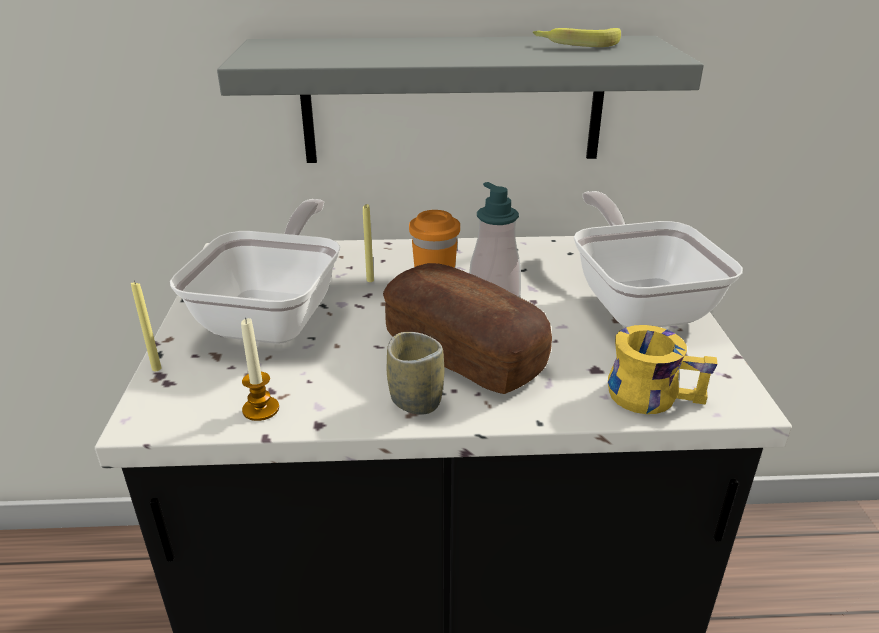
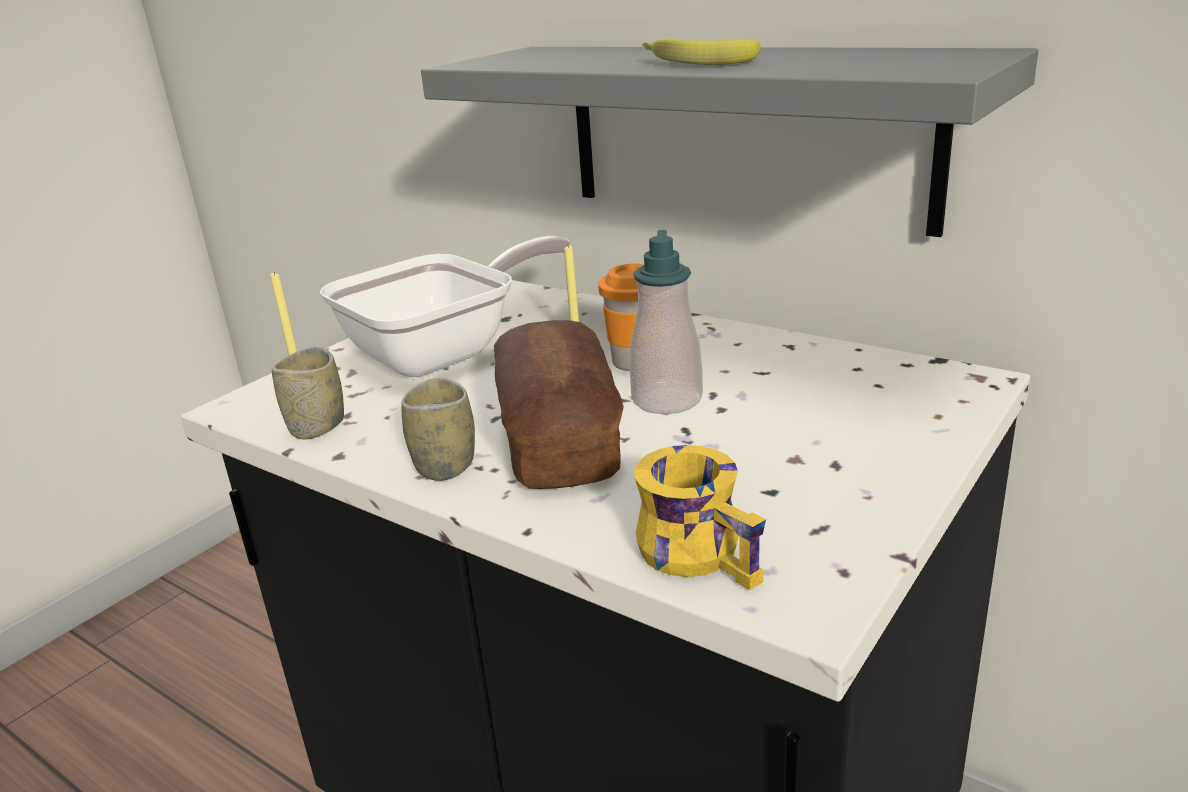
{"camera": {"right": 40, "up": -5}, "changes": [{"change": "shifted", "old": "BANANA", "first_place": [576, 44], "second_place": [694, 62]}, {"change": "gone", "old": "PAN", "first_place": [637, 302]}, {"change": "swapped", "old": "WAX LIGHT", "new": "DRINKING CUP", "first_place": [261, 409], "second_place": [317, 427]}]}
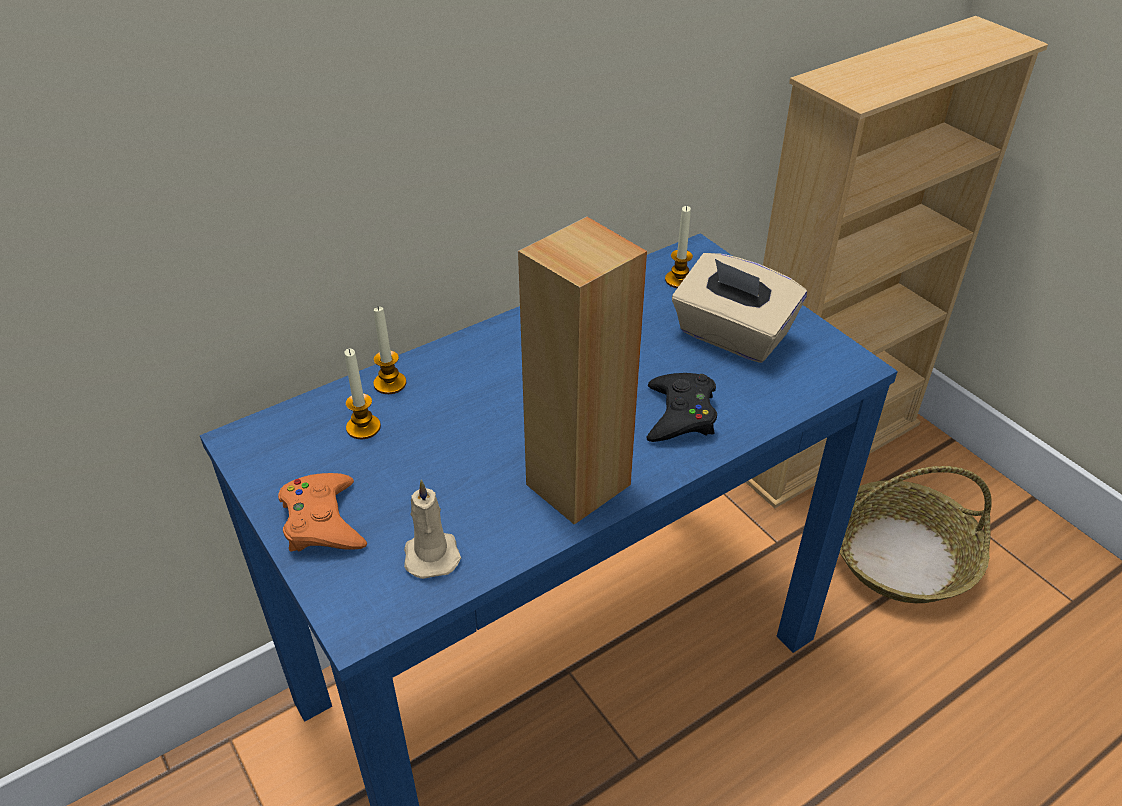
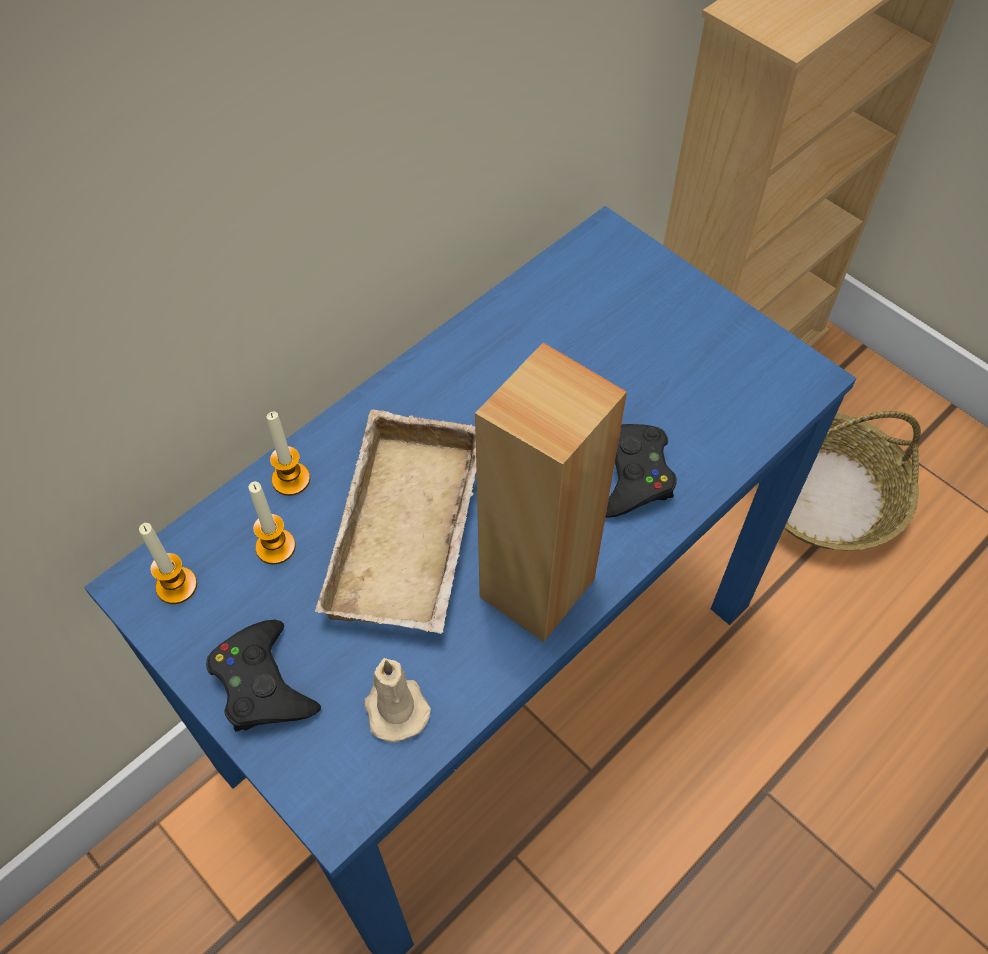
{"camera": {"right": -10, "up": 15}, "changes": [{"change": "shifted", "old": "WAX LIGHT", "first_place": [679, 280], "second_place": [176, 586]}, {"change": "gone", "old": "BEIGE-COLOURED TISSUE BOX", "first_place": [732, 335]}, {"change": "repainted", "old": "ORANGEY GAMEPAD", "new": "BLACK-COLOURED GAMEPAD", "first_place": [323, 521], "second_place": [262, 684]}, {"change": "new", "new": "BEIGE-COLOURED TRAY", "second_place": [412, 534]}]}
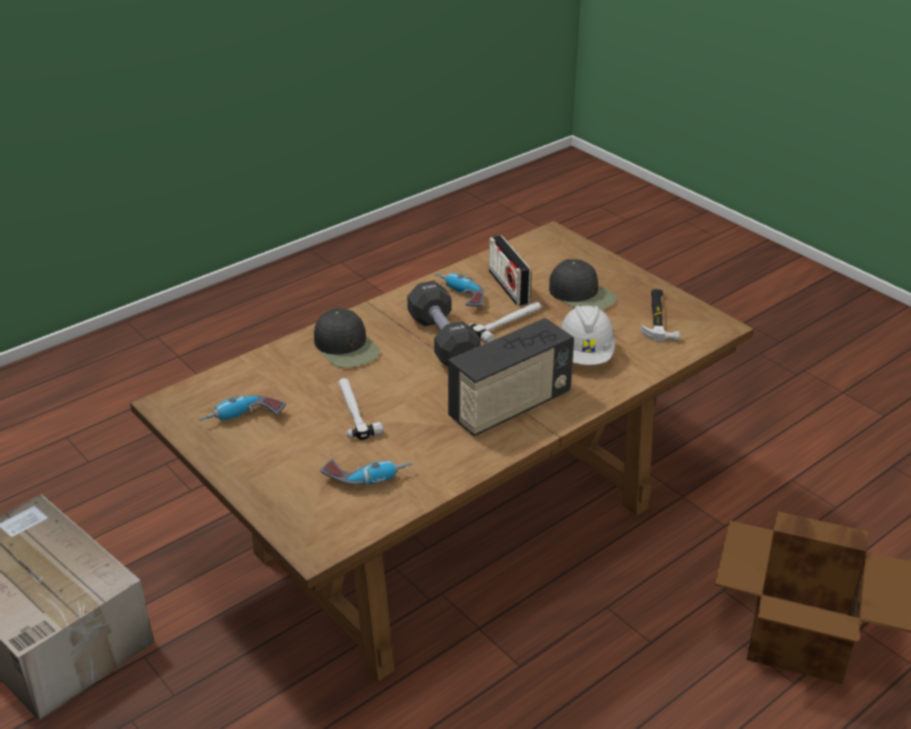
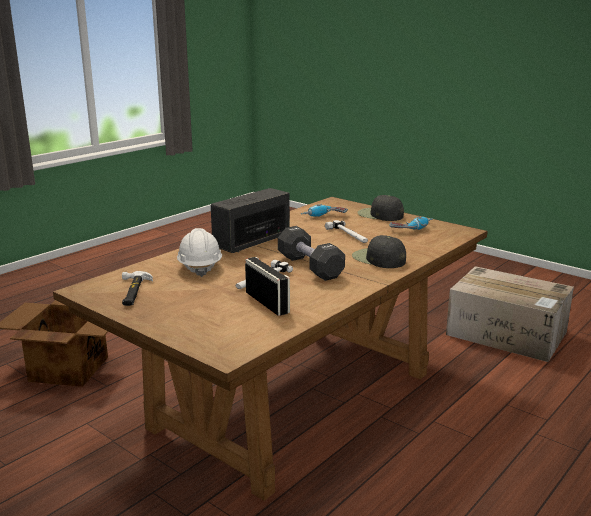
{"camera": {"right": 170, "up": -15}, "changes": [{"change": "shifted", "old": "BLACK-COLOURED PEAKED CAP", "first_place": [582, 295], "second_place": [379, 215]}, {"change": "gone", "old": "POWER DRILL", "first_place": [459, 296]}]}
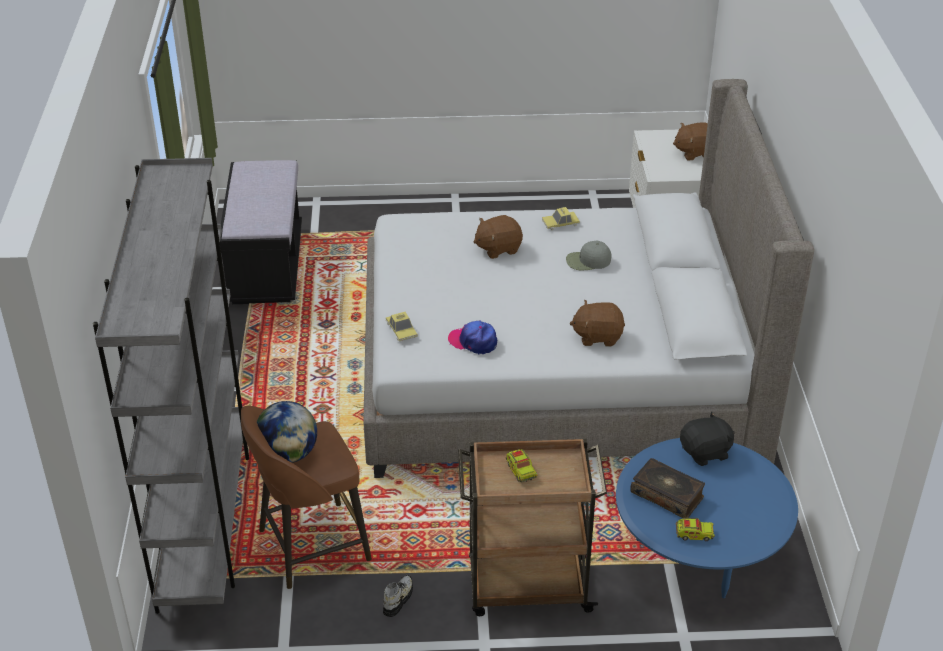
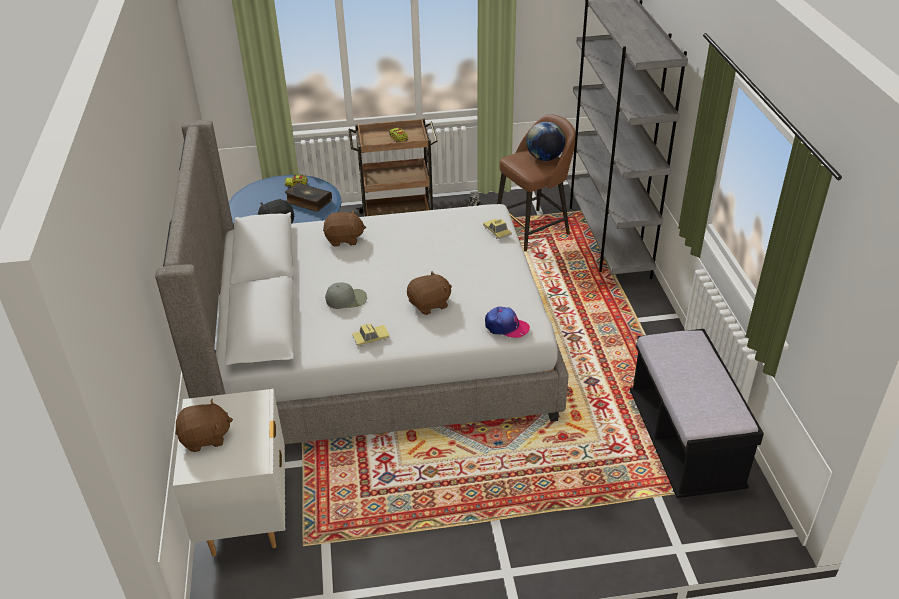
{"camera": {"right": 175, "up": 0}, "changes": [{"change": "shifted", "old": "PEAKED CAP", "first_place": [473, 341], "second_place": [506, 327]}]}
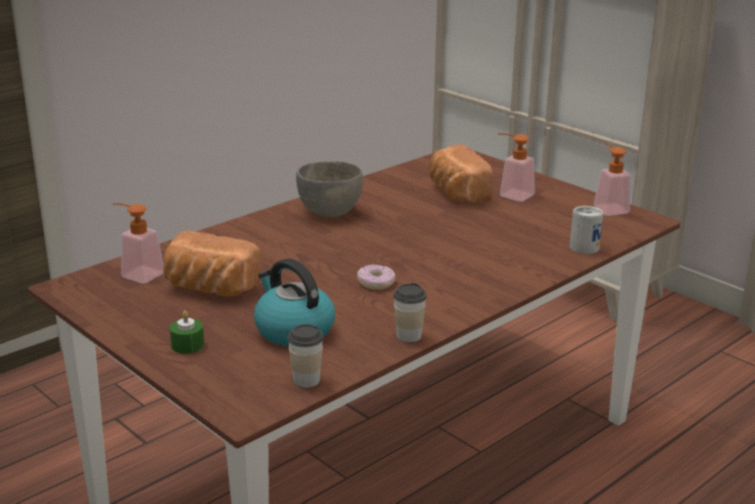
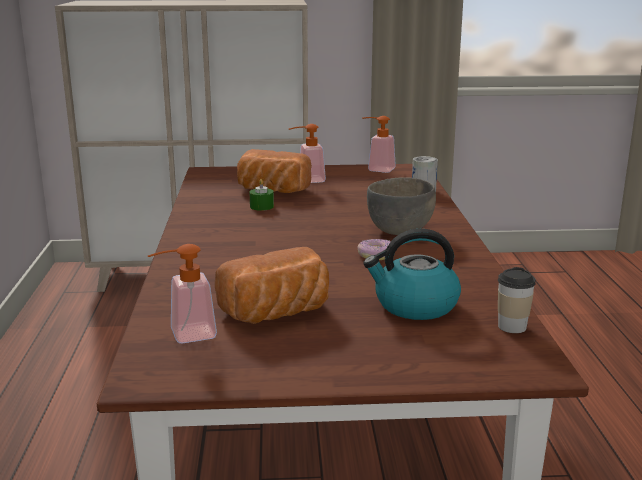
{"camera": {"right": -50, "up": -5}, "changes": [{"change": "shifted", "old": "GRAY DEEP DISH", "first_place": [330, 213], "second_place": [400, 231]}, {"change": "gone", "old": "DRINKING CUP", "first_place": [409, 336]}, {"change": "shifted", "old": "GREEN WAX LIGHT", "first_place": [187, 345], "second_place": [261, 206]}]}
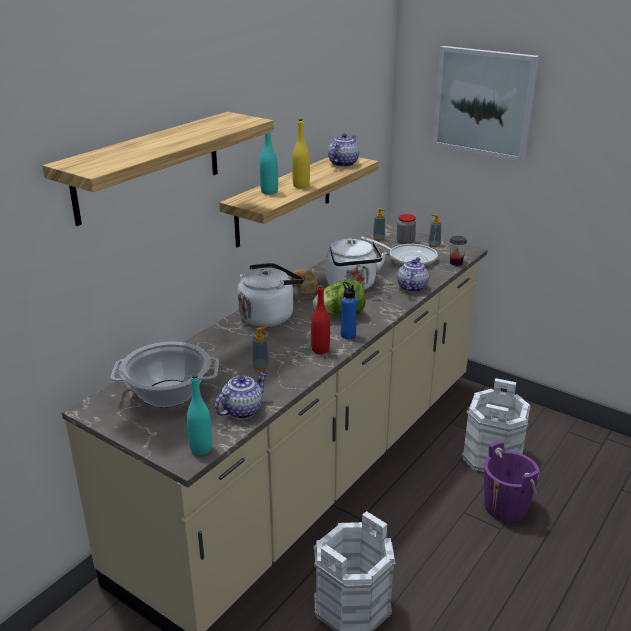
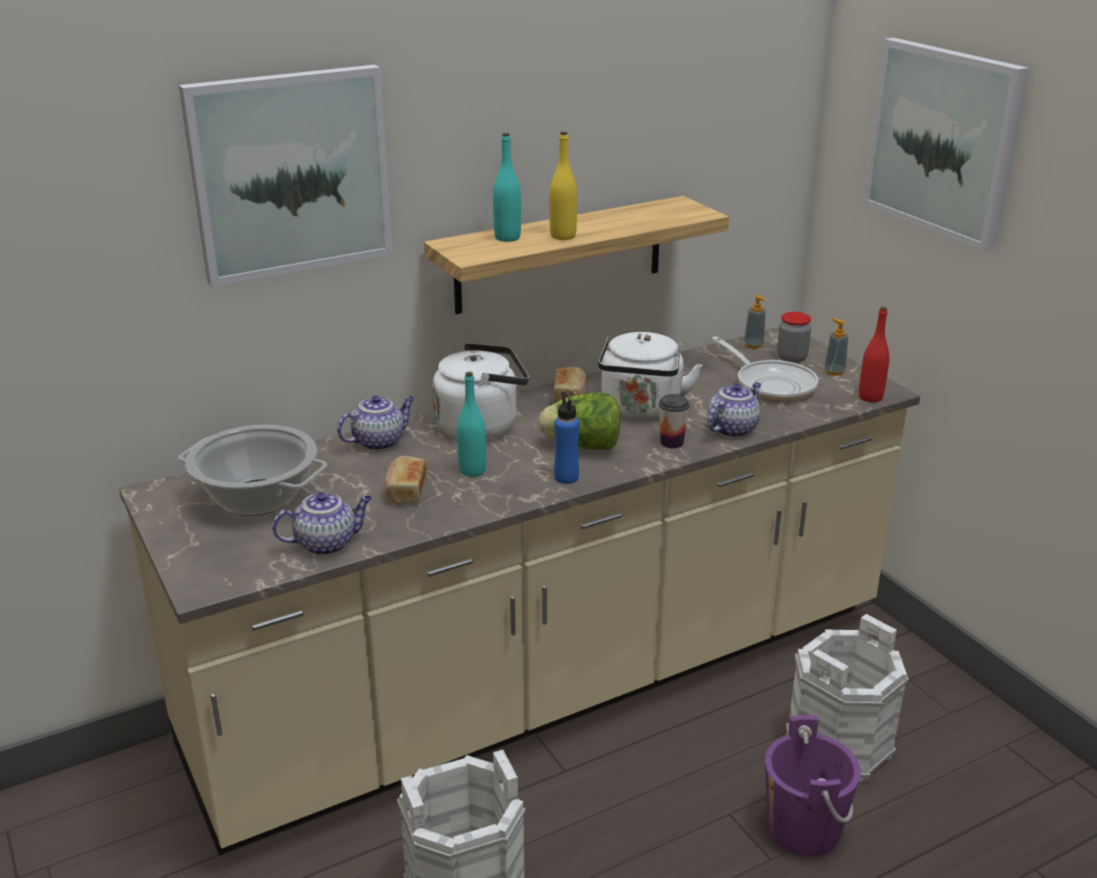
{"camera": {"right": 25, "up": 0}, "changes": [{"change": "swapped", "old": "WALL SHELF", "new": "PICTURE", "first_place": [148, 166], "second_place": [290, 173]}, {"change": "shifted", "old": "POT FOR TEA", "first_place": [343, 163], "second_place": [379, 441]}, {"change": "shifted", "old": "DRINKING CUP", "first_place": [456, 263], "second_place": [672, 442]}, {"change": "shifted", "old": "RED DRINK BOTTLE", "first_place": [320, 350], "second_place": [870, 397]}, {"change": "swapped", "old": "SOAP BOTTLE", "new": "BAKED BREAD", "first_place": [261, 366], "second_place": [405, 491]}, {"change": "shifted", "old": "TURQUOISE-COLOURED DRINK BOTTLE", "first_place": [201, 449], "second_place": [472, 471]}]}
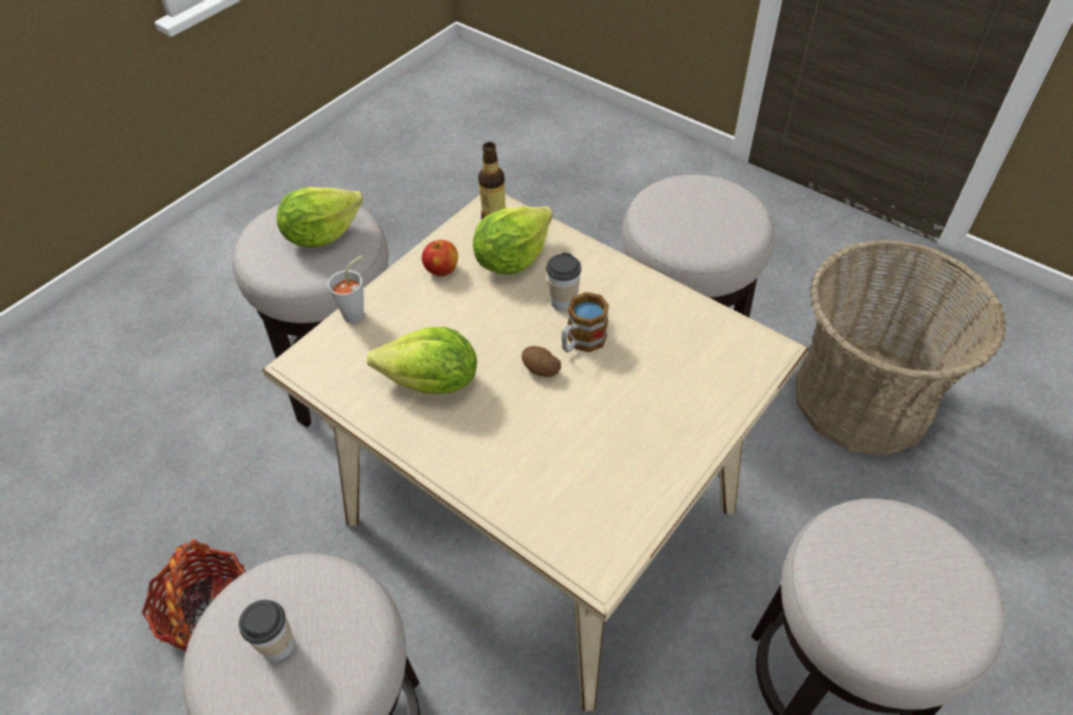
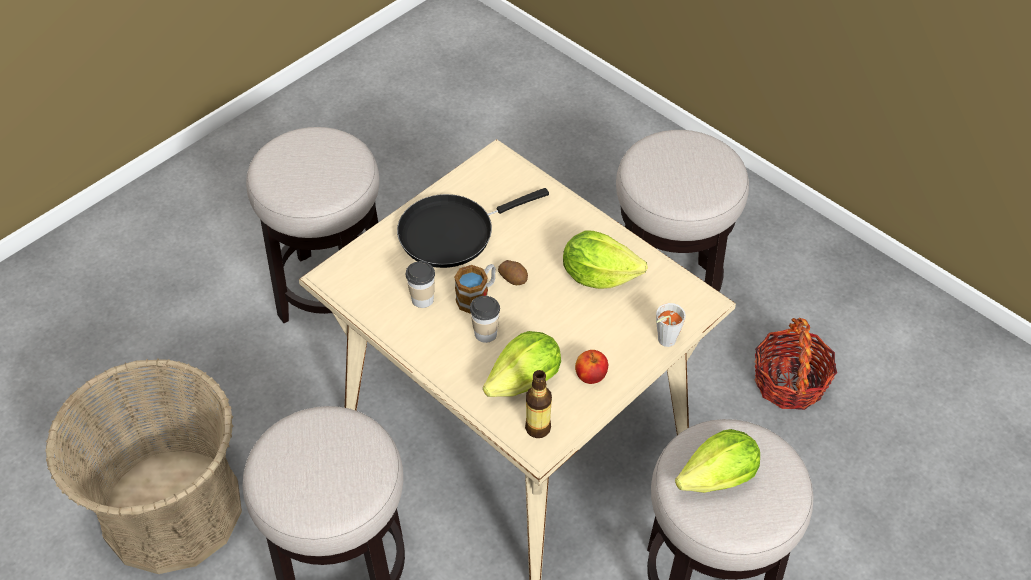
{"camera": {"right": -175, "up": 0}, "changes": [{"change": "shifted", "old": "DRINKING CUP", "first_place": [278, 645], "second_place": [422, 299]}, {"change": "new", "new": "BLACK-COLOURED PAN", "second_place": [452, 233]}]}
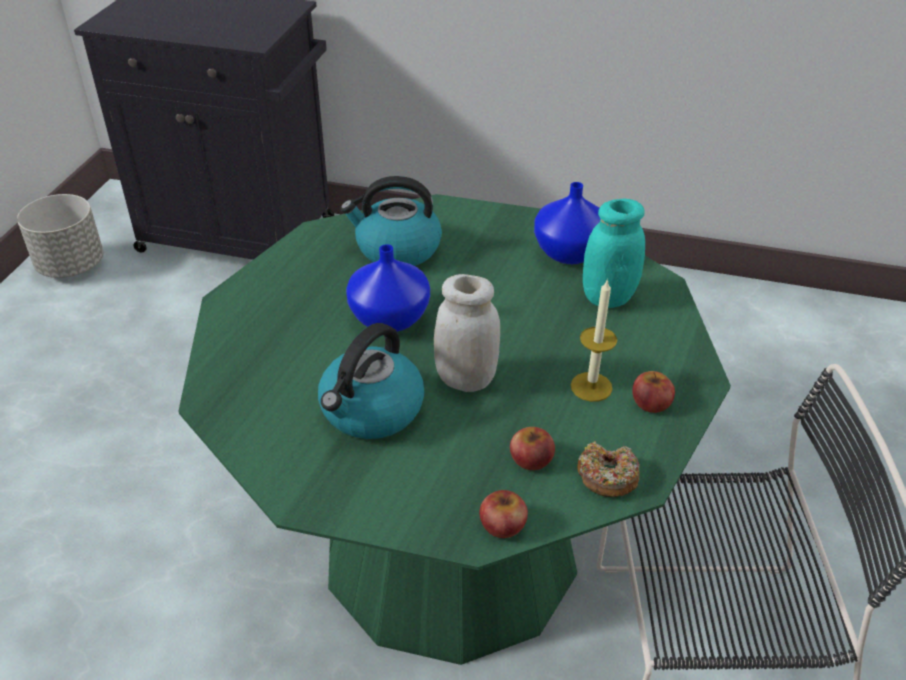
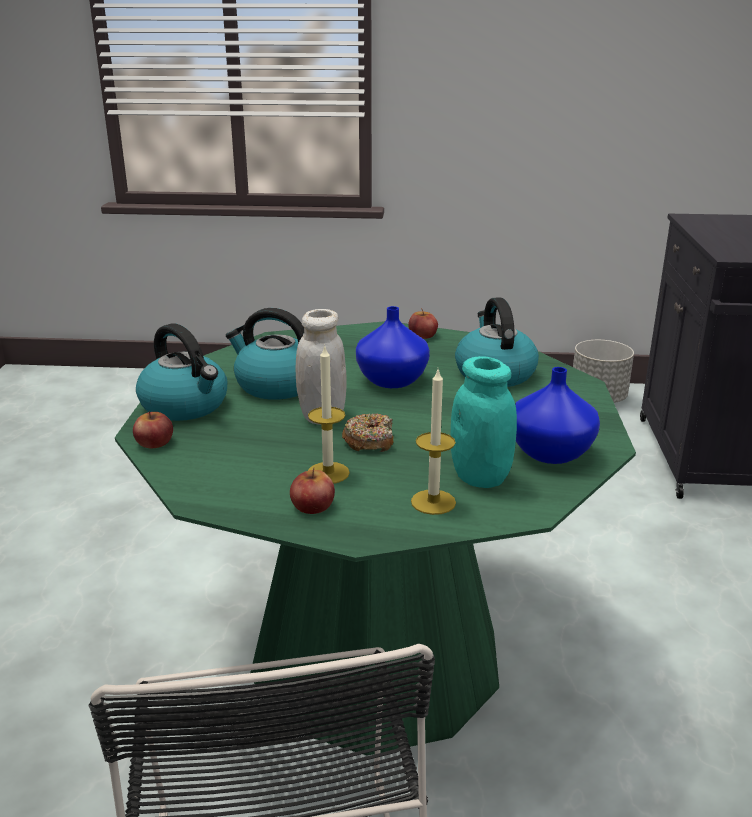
{"camera": {"right": 80, "up": -15}, "changes": [{"change": "shifted", "old": "WHOLE APPLE", "first_place": [531, 459], "second_place": [422, 335]}, {"change": "shifted", "old": "DONUT", "first_place": [607, 476], "second_place": [369, 441]}, {"change": "new", "new": "TEA KETTLE", "second_place": [186, 406]}, {"change": "new", "new": "WAX LIGHT", "second_place": [433, 502]}]}
